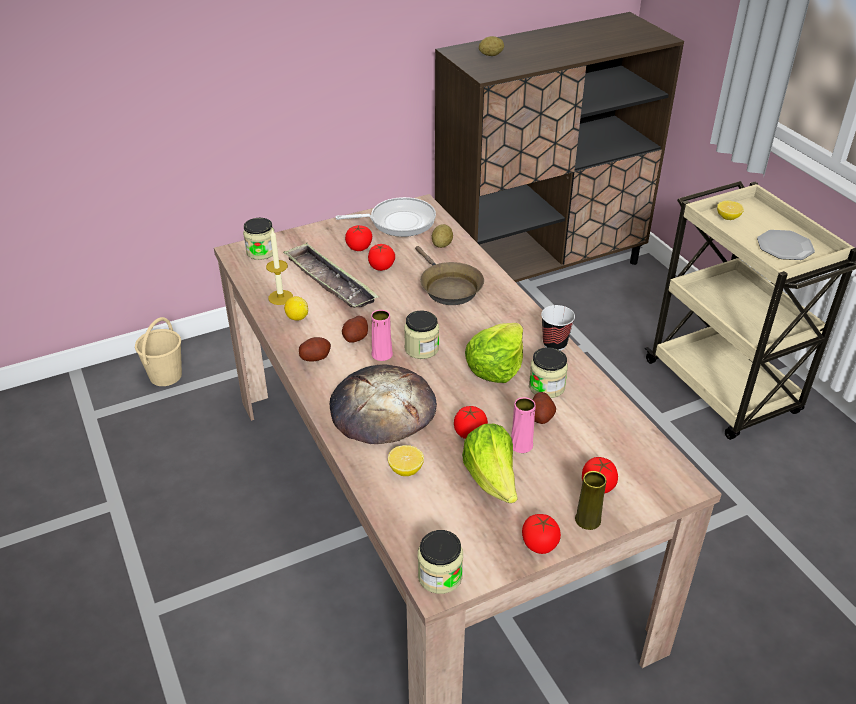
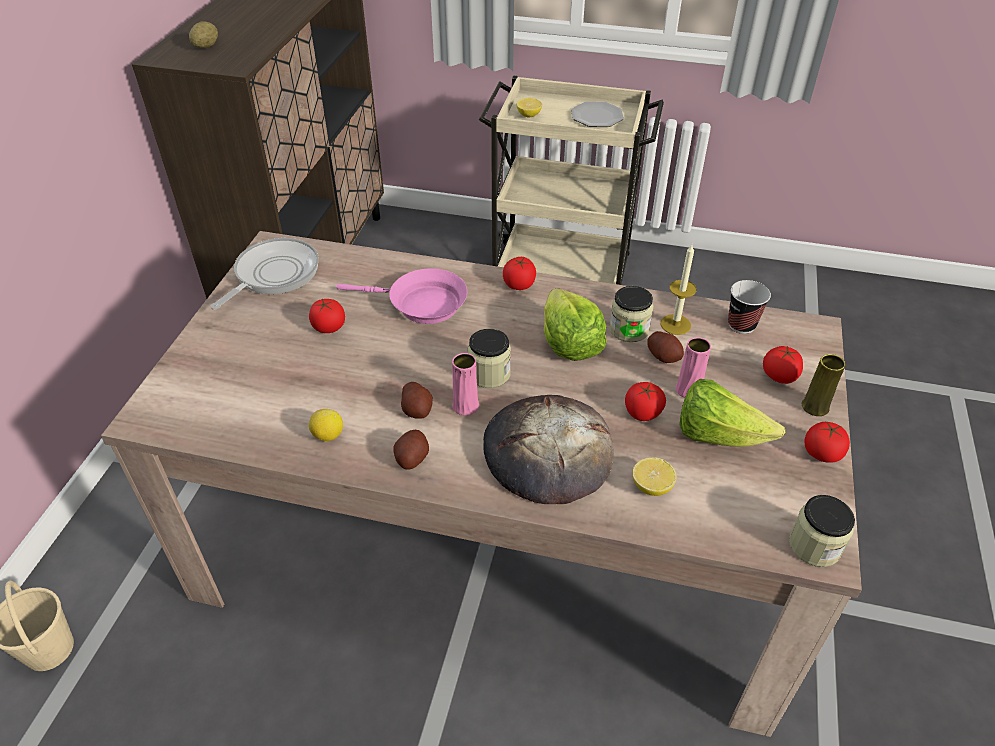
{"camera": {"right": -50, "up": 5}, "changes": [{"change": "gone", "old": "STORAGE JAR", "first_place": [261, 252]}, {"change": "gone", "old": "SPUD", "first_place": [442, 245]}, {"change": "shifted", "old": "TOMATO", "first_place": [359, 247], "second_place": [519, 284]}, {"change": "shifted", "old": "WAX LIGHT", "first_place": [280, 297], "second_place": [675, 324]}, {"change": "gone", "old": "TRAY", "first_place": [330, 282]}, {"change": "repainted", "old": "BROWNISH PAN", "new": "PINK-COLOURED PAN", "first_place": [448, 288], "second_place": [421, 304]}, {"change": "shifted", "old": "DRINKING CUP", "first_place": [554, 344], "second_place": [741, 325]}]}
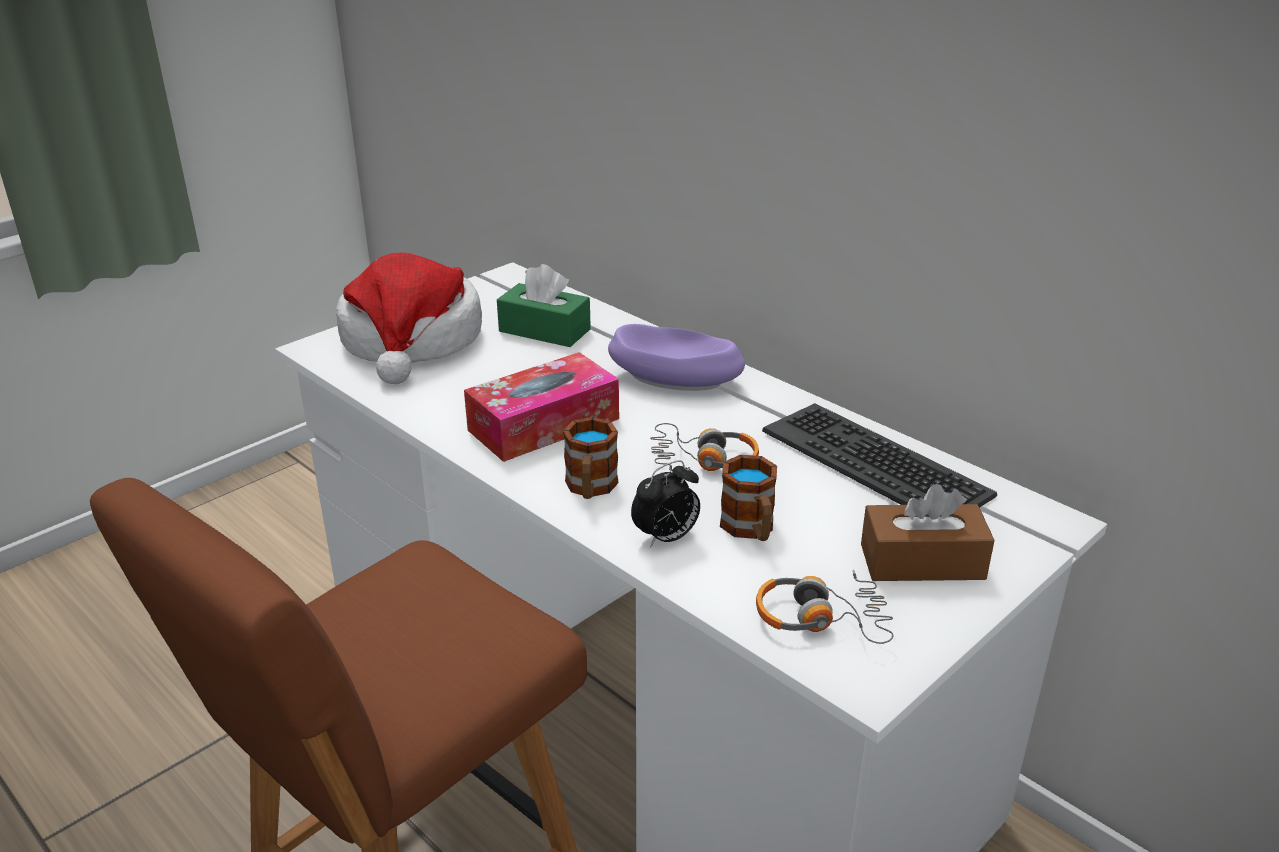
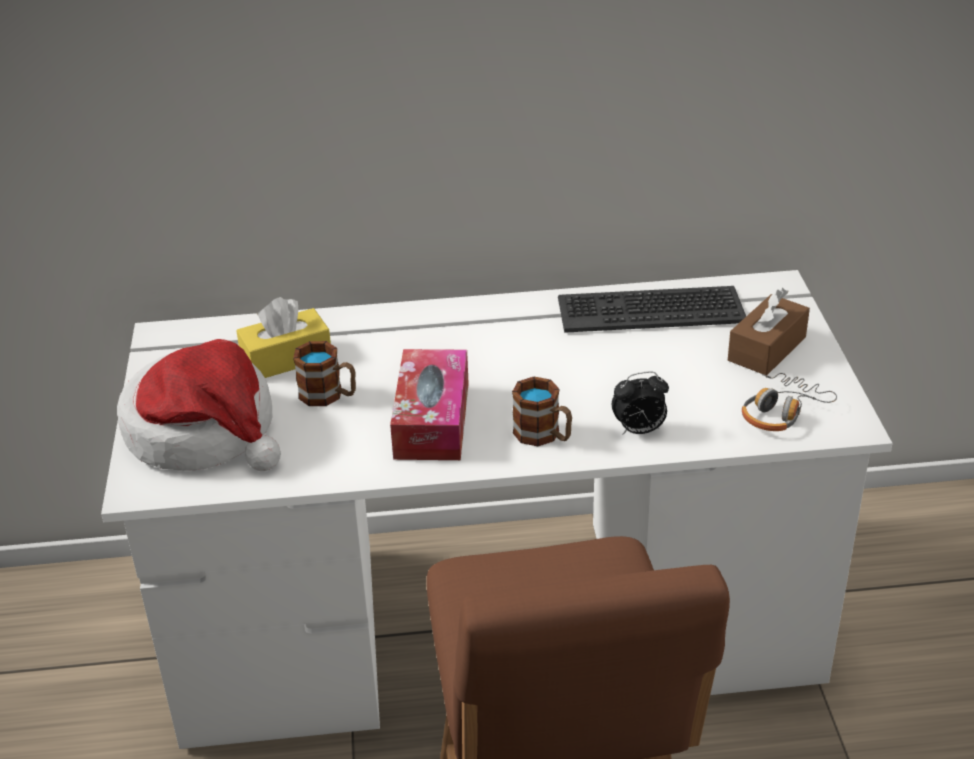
{"camera": {"right": -50, "up": 5}, "changes": [{"change": "repainted", "old": "GREEN TISSUE BOX", "new": "YELLOW-COLOURED TISSUE BOX", "first_place": [544, 330], "second_place": [286, 358]}, {"change": "gone", "old": "PURPLE DEEP DISH", "first_place": [674, 380]}, {"change": "gone", "old": "PAIR OF HEADPHONES", "first_place": [703, 460]}, {"change": "shifted", "old": "COFFEE MUG", "first_place": [751, 529], "second_place": [329, 395]}, {"change": "rotated", "old": "TABLE CLOCK", "first_place": [666, 538], "second_place": [639, 430], "degrees": 75}]}
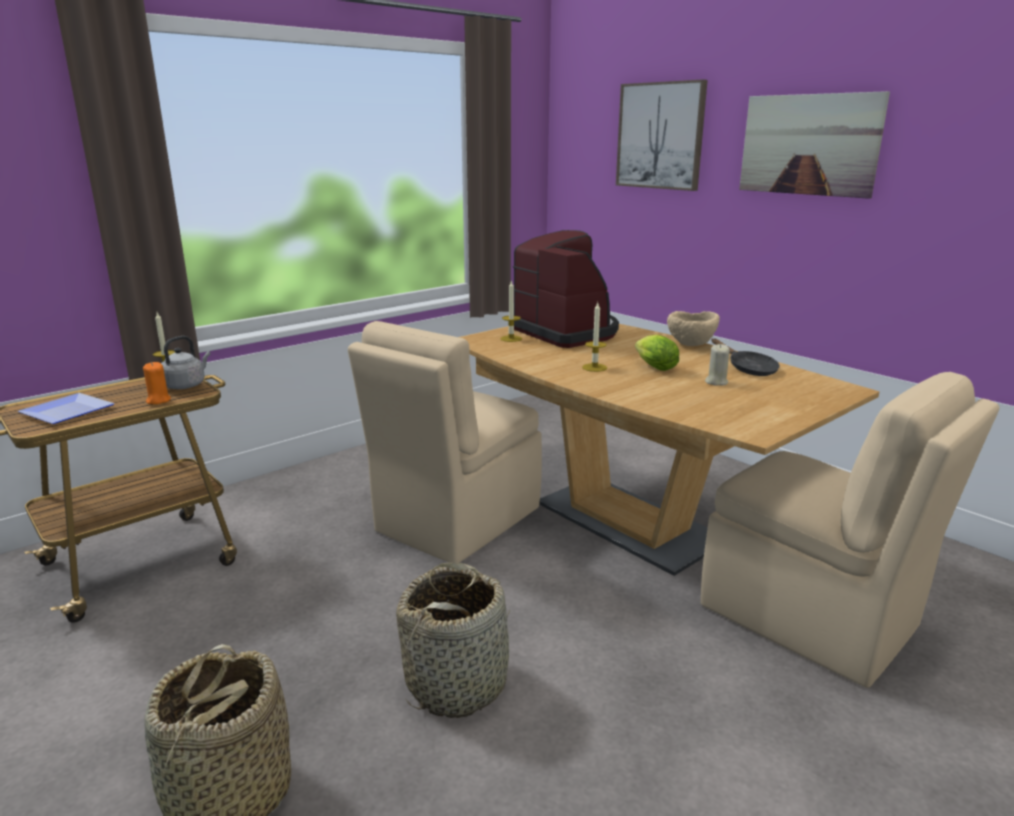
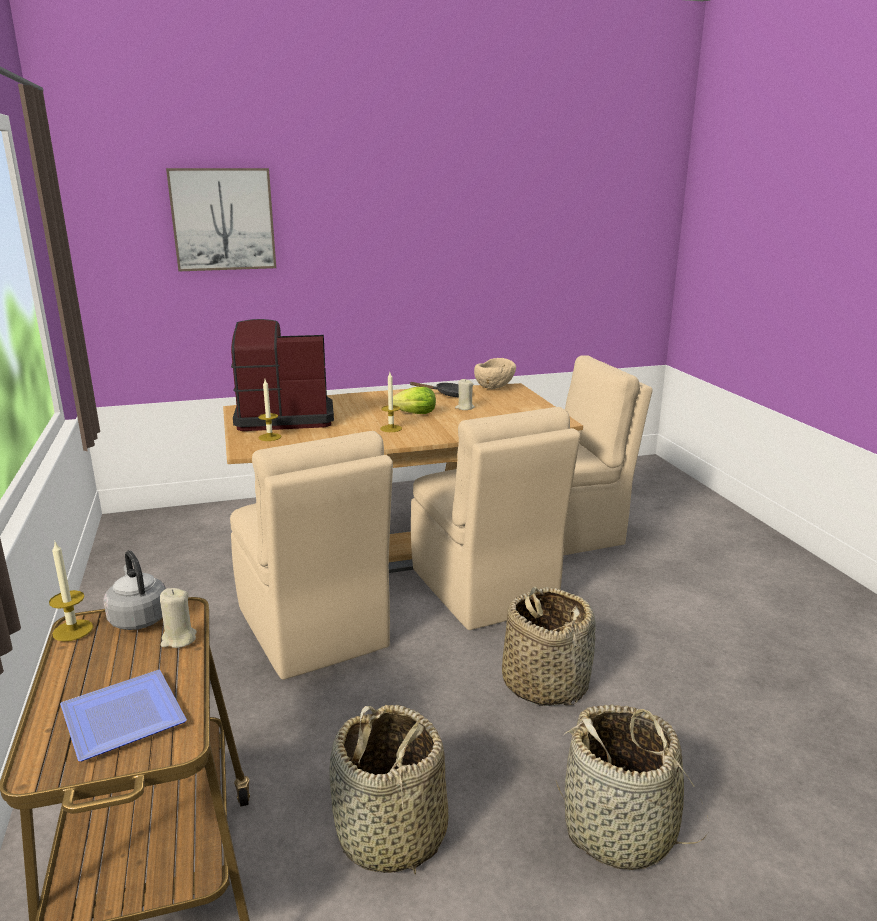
{"camera": {"right": -65, "up": 0}, "changes": [{"change": "gone", "old": "PICTURE", "first_place": [809, 144]}, {"change": "shifted", "old": "BEIGE-COLOURED DEEP DISH", "first_place": [690, 346], "second_place": [494, 388]}, {"change": "repainted", "old": "ORANGEY WAX LIGHT", "new": "BEIGE-COLOURED WAX LIGHT", "first_place": [158, 400], "second_place": [178, 639]}, {"change": "new", "new": "BEIGE-COLOURED CHAIR", "second_place": [484, 590]}, {"change": "new", "new": "STORAGE BASKET", "second_place": [391, 834]}]}
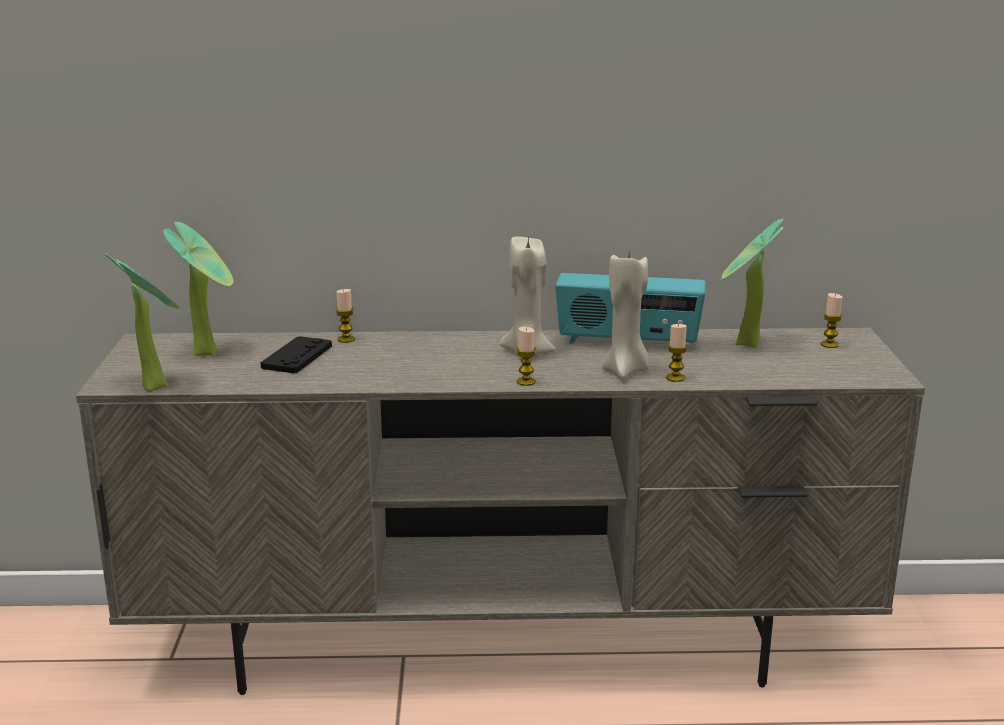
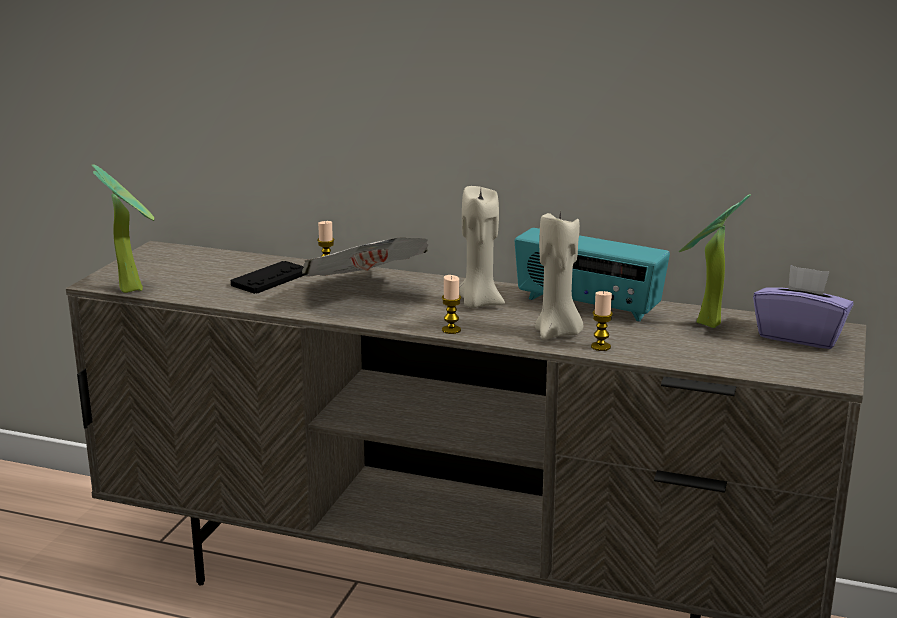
{"camera": {"right": 20, "up": 0}, "changes": [{"change": "gone", "old": "PLANT IN A POT", "first_place": [210, 352]}, {"change": "swapped", "old": "WAX LIGHT", "new": "PURPLE TISSUE BOX", "first_place": [829, 344], "second_place": [799, 336]}, {"change": "new", "new": "PRINTED PAPER", "second_place": [365, 292]}]}
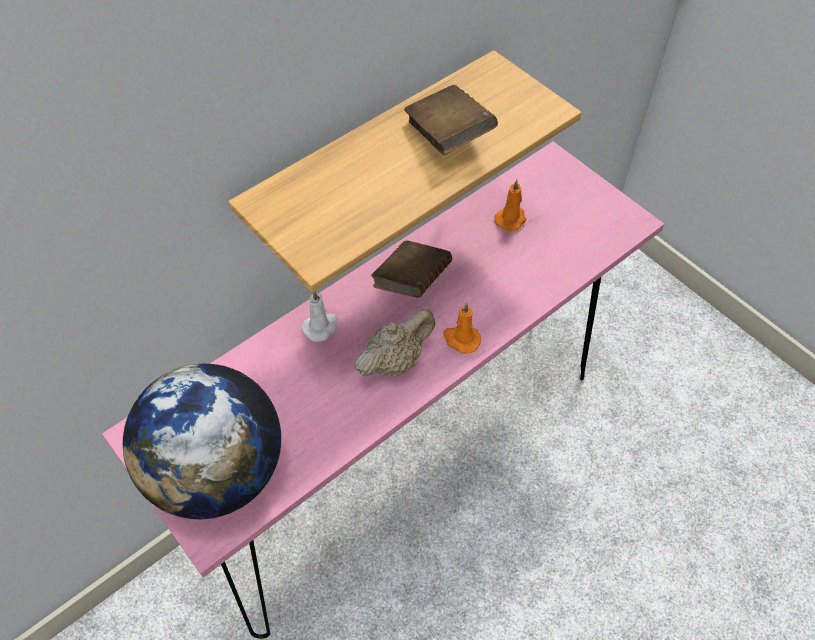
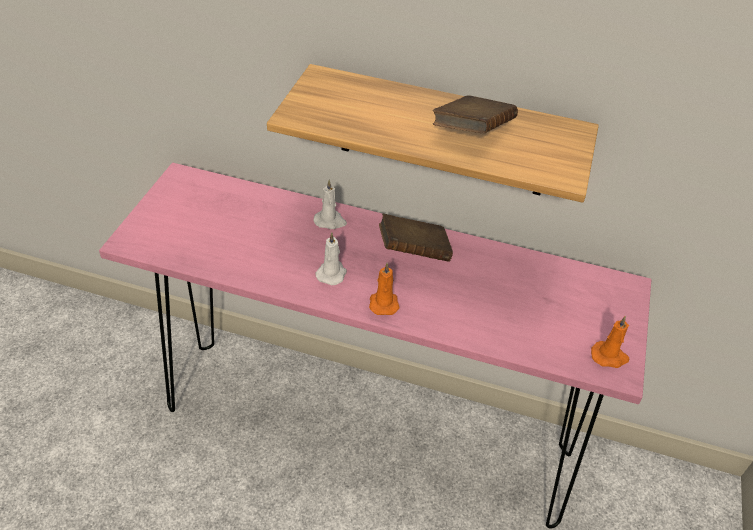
{"camera": {"right": 55, "up": -10}, "changes": [{"change": "shifted", "old": "ORANGEY WAX LIGHT", "first_place": [511, 219], "second_place": [609, 356]}, {"change": "swapped", "old": "BEIGE-COLOURED POT FOR TEA", "new": "WHITE-COLOURED WAX LIGHT", "first_place": [395, 361], "second_place": [332, 273]}, {"change": "gone", "old": "GLOBE", "first_place": [218, 472]}]}
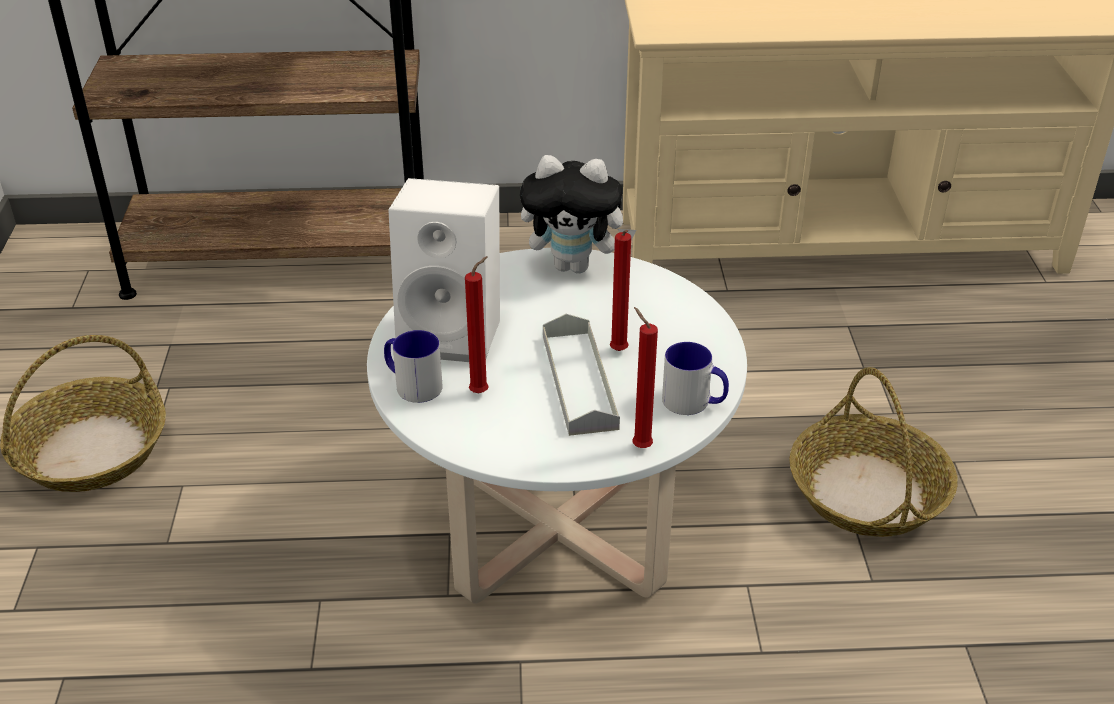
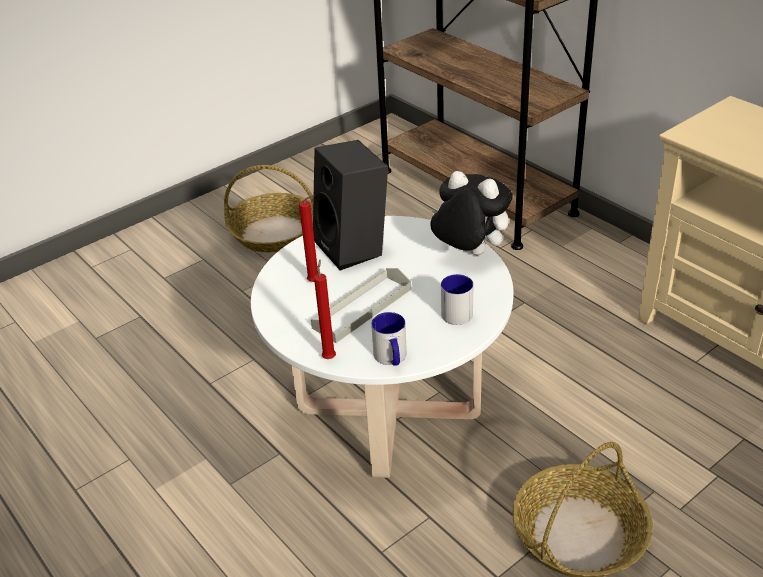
{"camera": {"right": 55, "up": 0}, "changes": [{"change": "rotated", "old": "PLUSH TOY", "first_place": [575, 266], "second_place": [468, 253], "degrees": 150}, {"change": "repainted", "old": "WHITE-COLOURED AUDIO SPEAKER", "new": "BLACK-COLOURED AUDIO SPEAKER", "first_place": [454, 333], "second_place": [355, 248]}, {"change": "gone", "old": "RED WAX LIGHT", "first_place": [619, 353]}, {"change": "shifted", "old": "COFFEE MUG", "first_place": [412, 384], "second_place": [456, 310]}]}
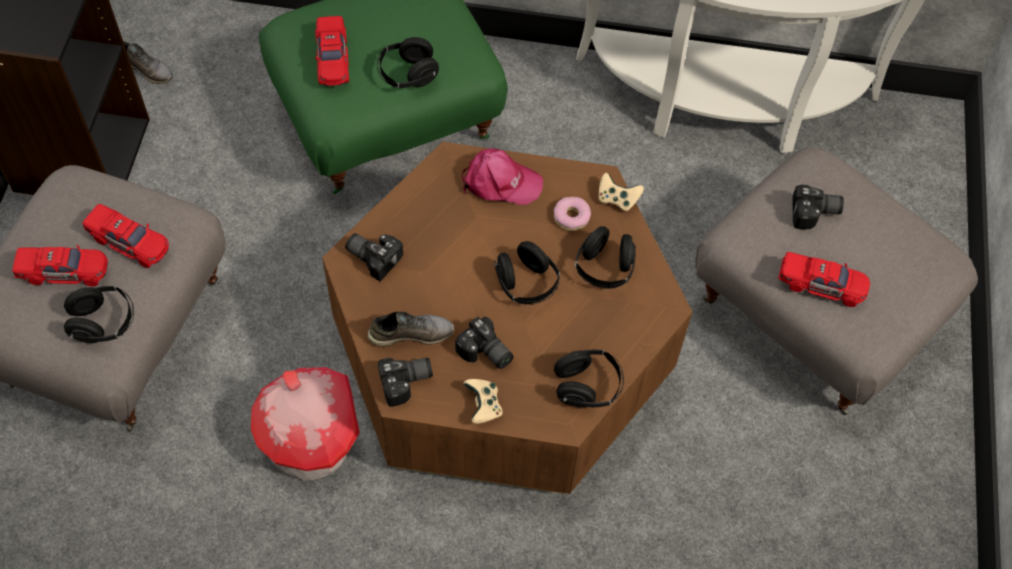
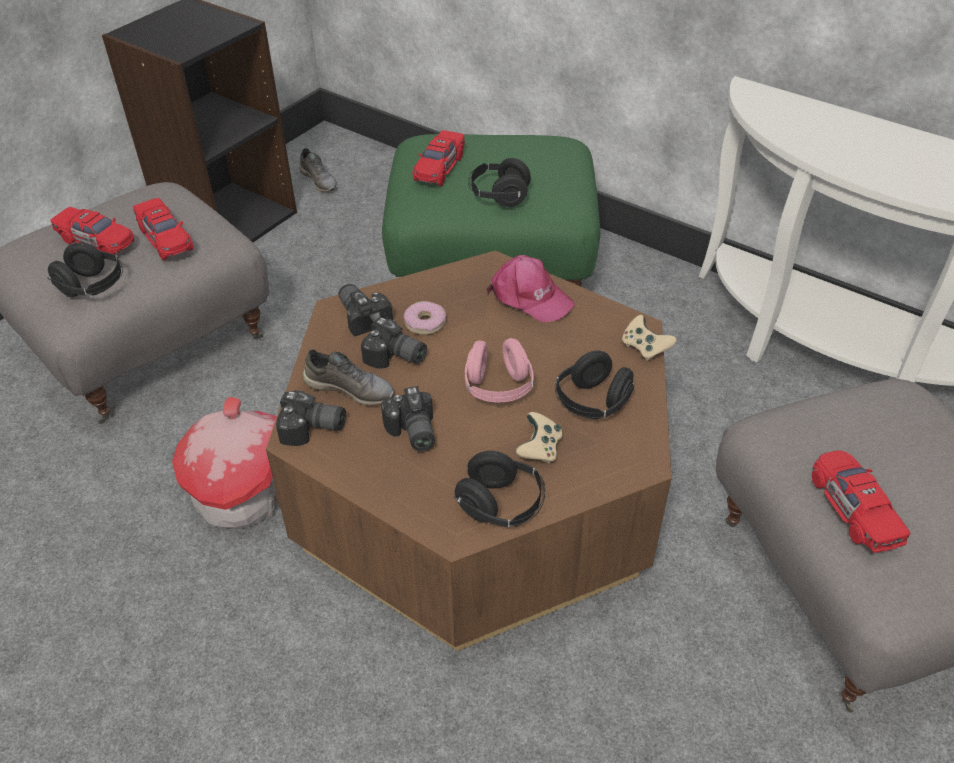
{"camera": {"right": 30, "up": -15}, "changes": [{"change": "shifted", "old": "STILL CAMERA", "first_place": [815, 214], "second_place": [395, 358]}, {"change": "shifted", "old": "DONUT", "first_place": [571, 217], "second_place": [425, 323]}, {"change": "repainted", "old": "BLACK-COLOURED PAIR OF HEADPHONES", "new": "PINK-COLOURED PAIR OF HEADPHONES", "first_place": [526, 284], "second_place": [498, 388]}, {"change": "rotated", "old": "RED MINIATURE CAR", "first_place": [821, 285], "second_place": [853, 510], "degrees": -150}, {"change": "shifted", "old": "BEIGE-COLOURED GAMEPAD", "first_place": [483, 406], "second_place": [539, 449]}]}
